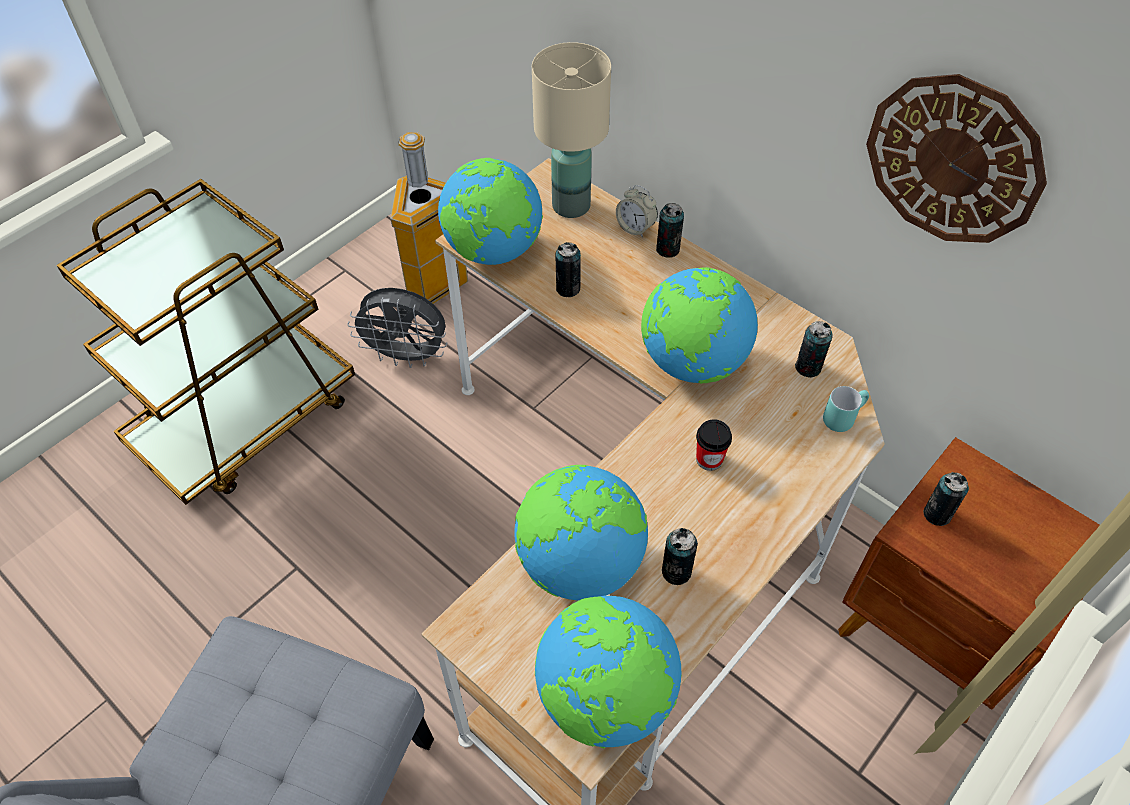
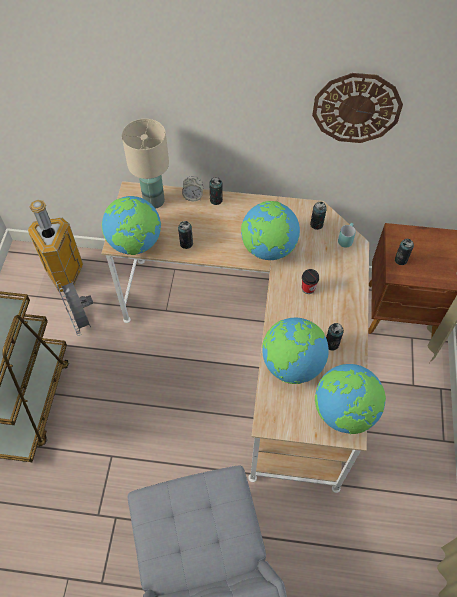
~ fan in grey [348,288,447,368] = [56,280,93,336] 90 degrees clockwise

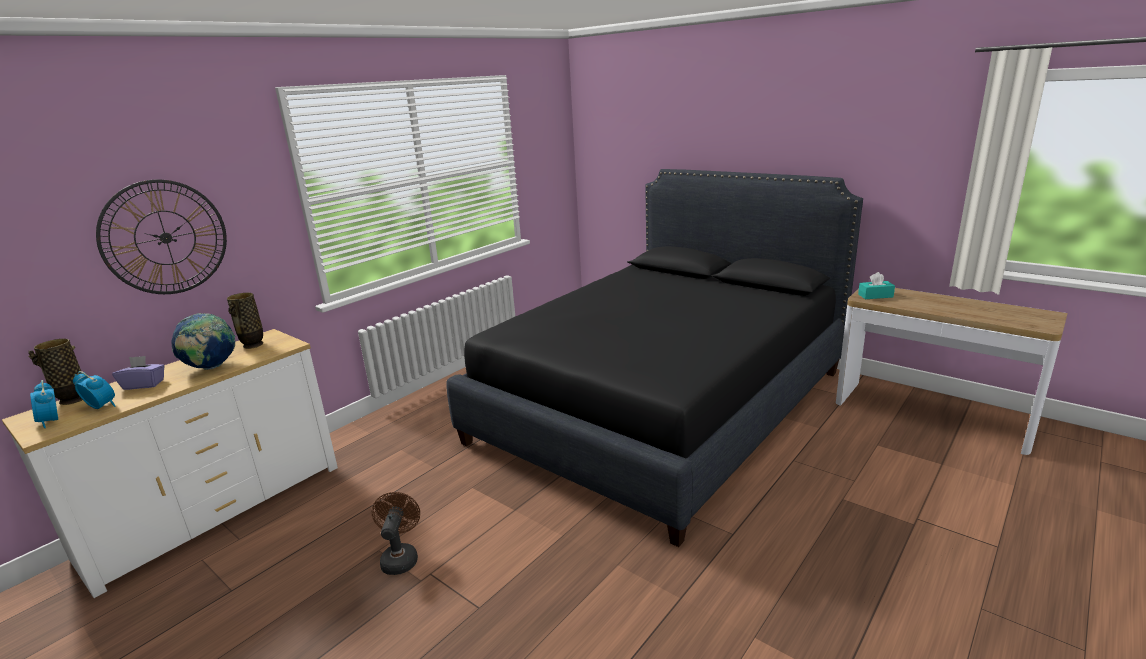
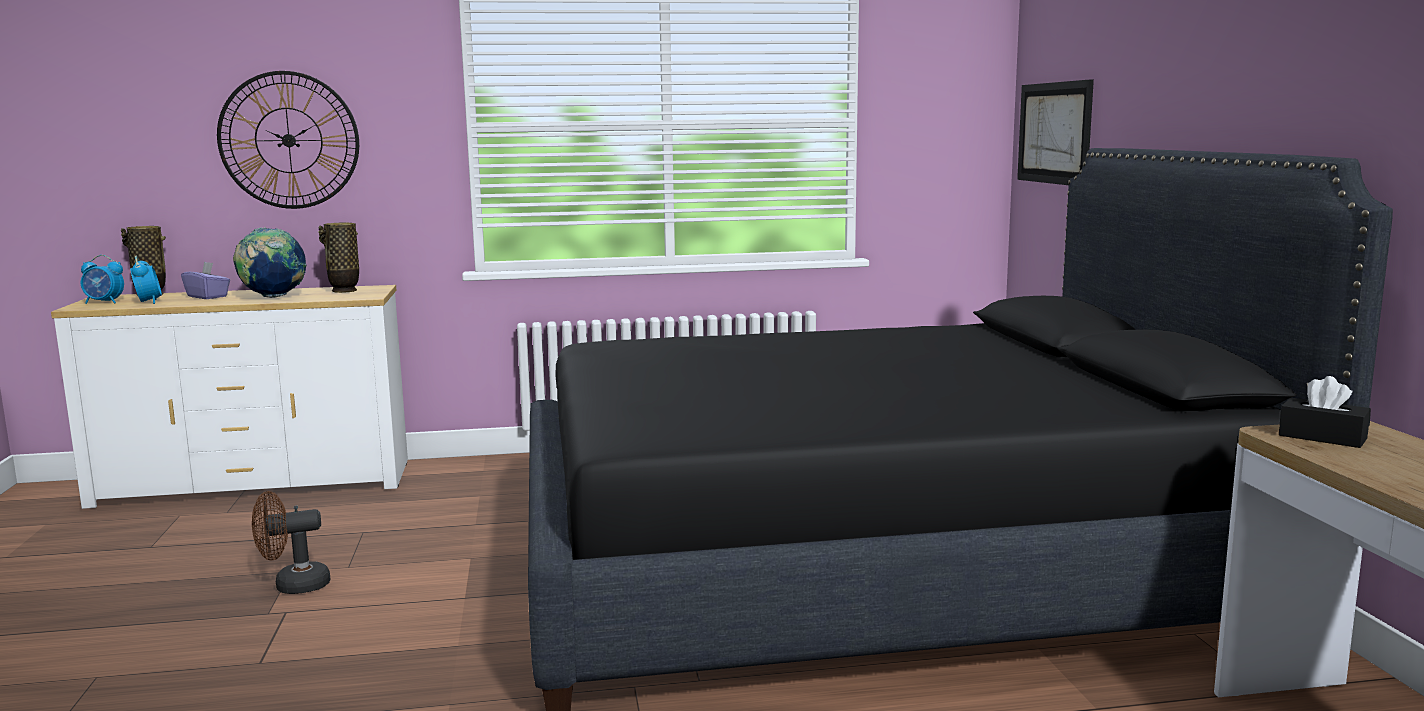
~ tissue box in turquoise [858,272,895,299] to tissue box in black [1279,376,1371,448]
~ alarm clock [30,380,58,428] = [81,255,124,304] 90 degrees counterclockwise
~ fan in brown [372,492,420,575] = [252,491,330,594] 150 degrees counterclockwise
+ picture [1017,79,1094,185]

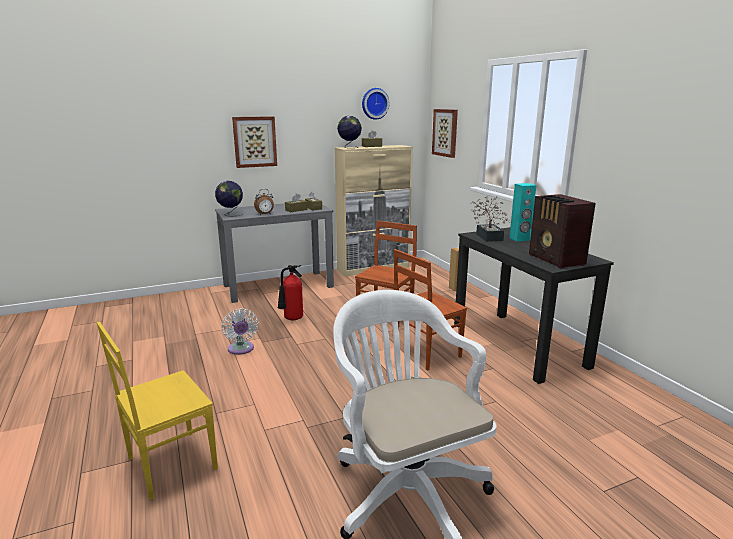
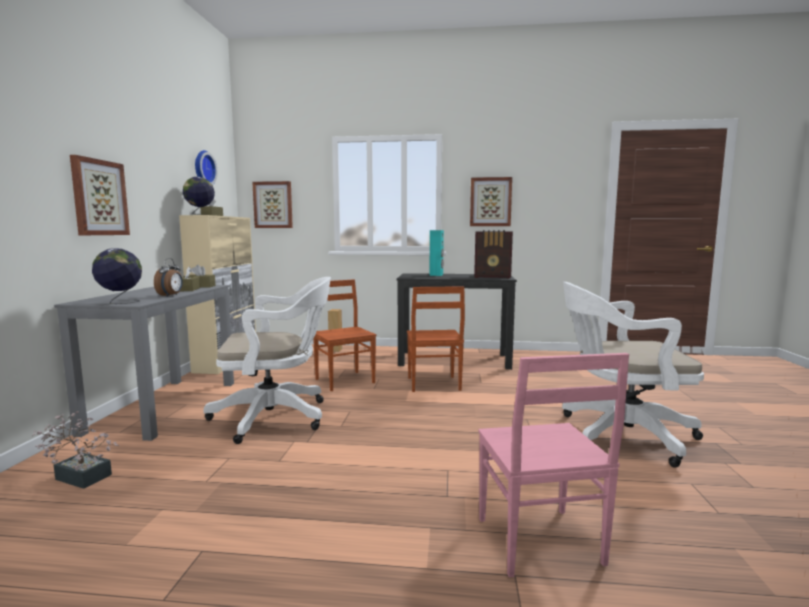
~ potted plant [470,195,511,242] to [32,411,119,489]
~ fire extinguisher [278,265,303,320] to office chair in white [203,277,331,444]
- fan in white [222,308,259,355]
~ chair in yellow [97,322,218,500] to chair in pink [478,353,629,578]
+ picture [470,177,512,226]

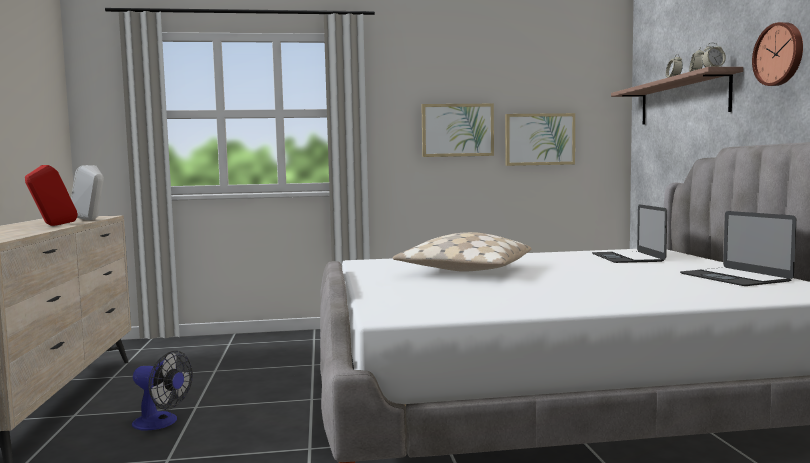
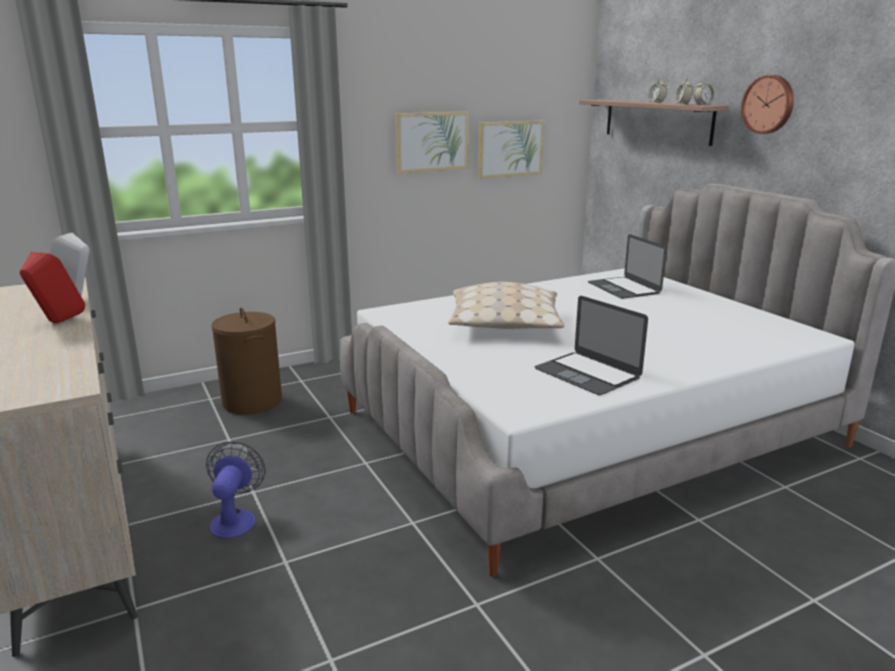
~ laptop [680,211,797,286] to [535,296,648,395]
~ fan [132,350,193,431] = [206,441,265,538] 90 degrees counterclockwise
+ laundry basket in brown [211,307,282,415]

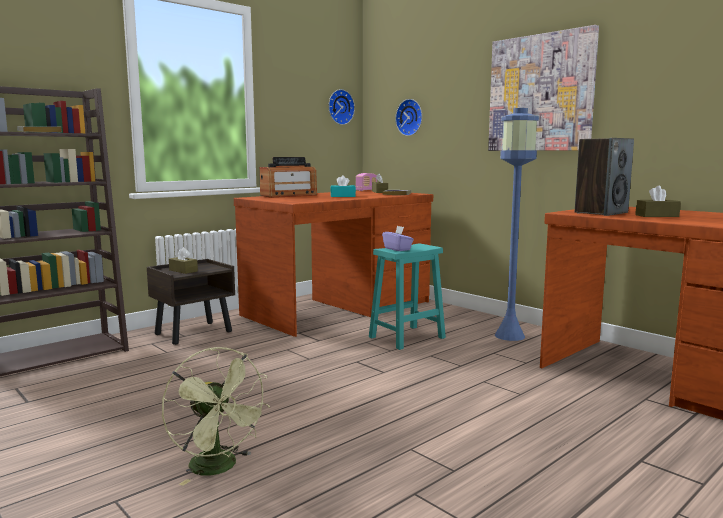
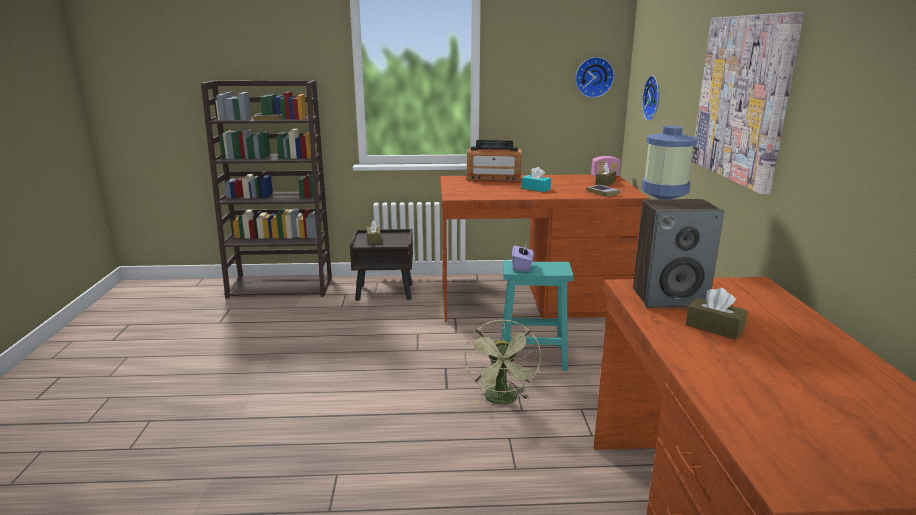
~ fan in green [162,347,271,486] to [465,319,541,405]

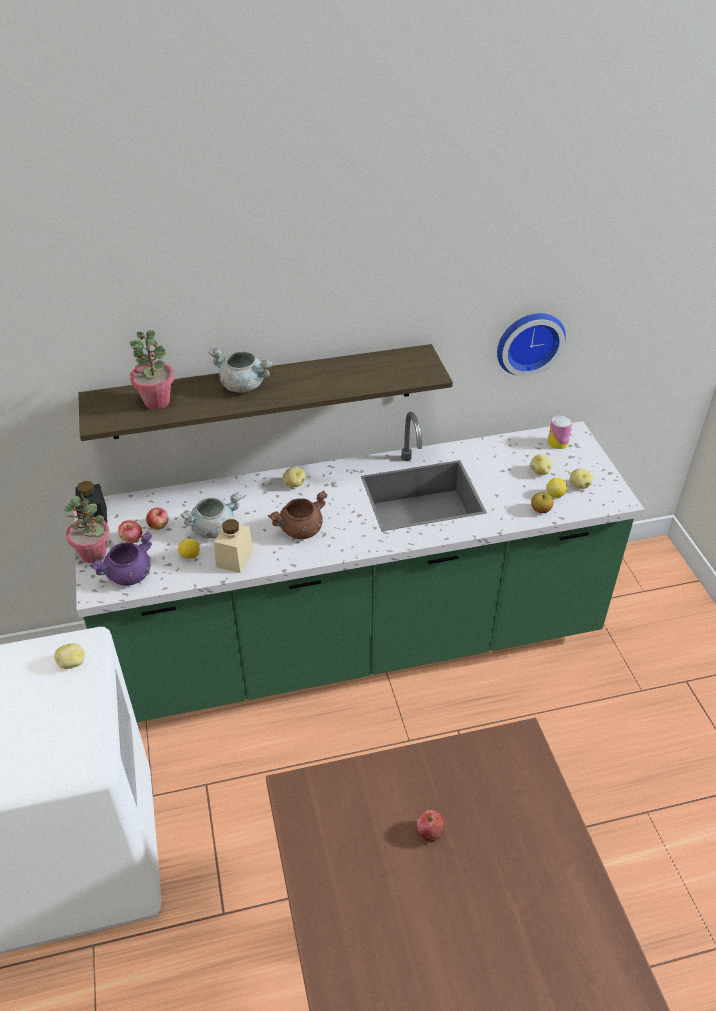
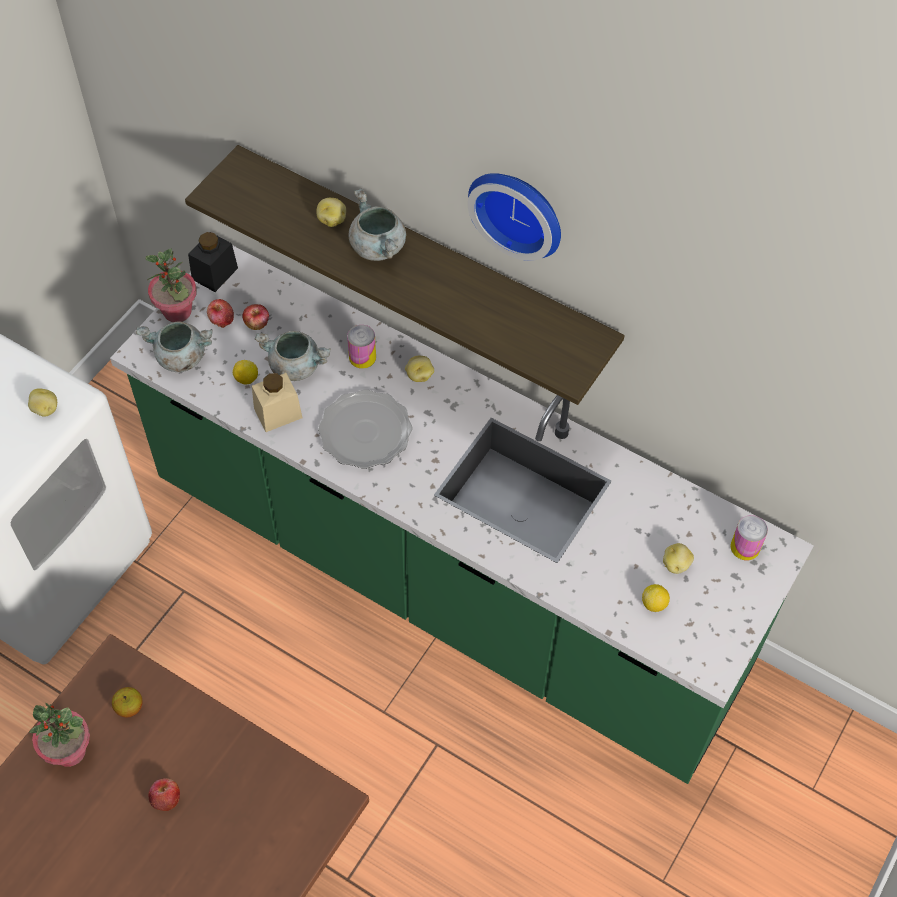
~ wall clock [497,313,566,376] to [468,173,561,261]
~ potted plant [130,330,174,410] to [29,703,90,767]
~ potato [569,468,593,489] to [316,198,346,227]
~ cooking pot in brown [268,490,327,539] to plate [318,389,412,469]
~ apple [531,492,554,513] to [112,687,143,717]
~ cooking pot in purple [90,531,152,586] to cooking pot in grey [136,322,213,372]
+ can [347,325,376,369]

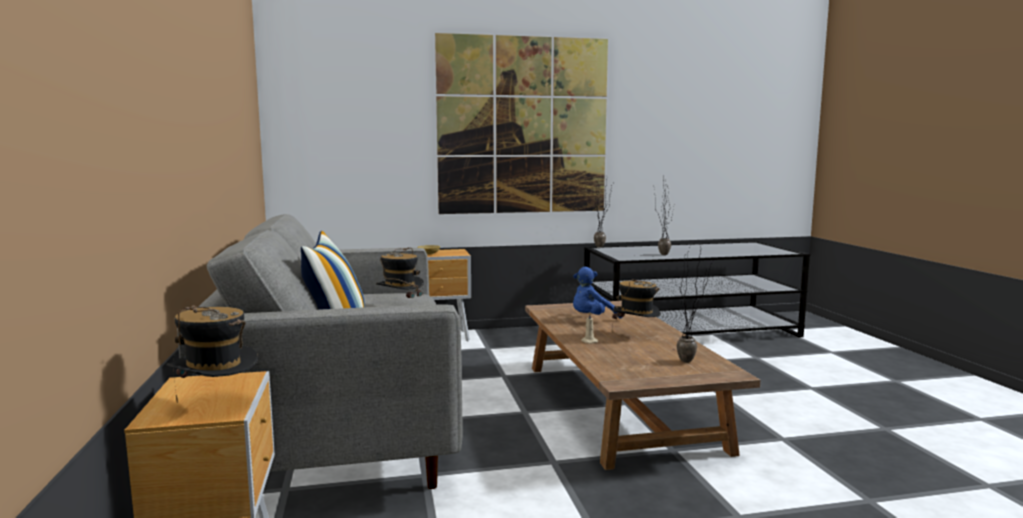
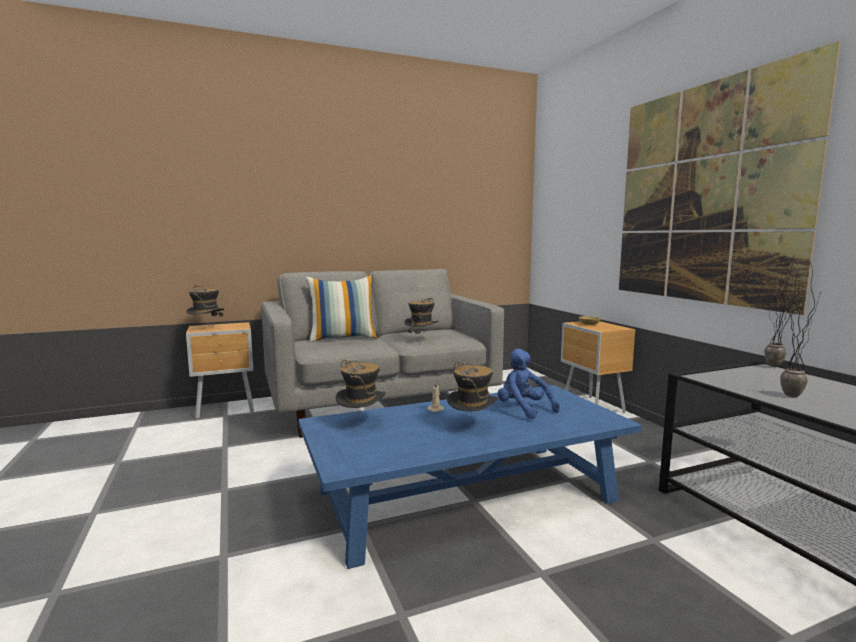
- potted plant [677,242,715,363]
~ coffee table in brown [525,301,761,470] to coffee table in blue [298,385,642,569]
+ hat [336,360,386,415]

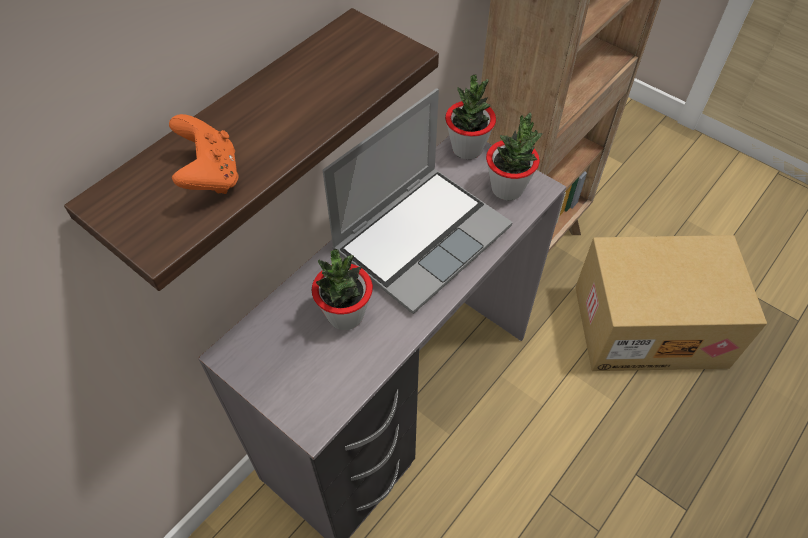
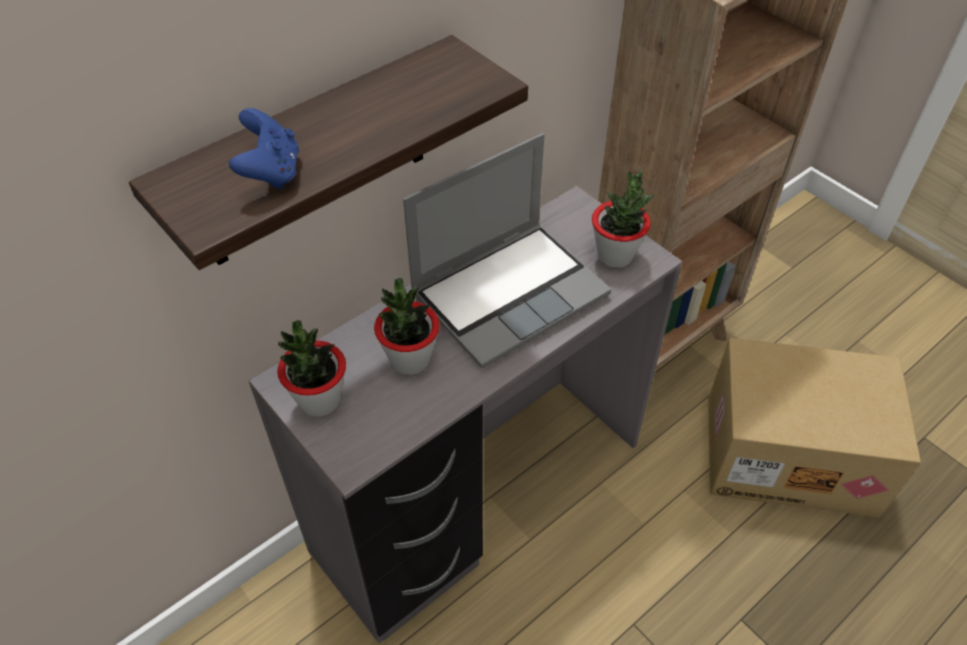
~ potted plant [445,75,496,159] to [277,320,346,417]
~ game controller in orange [169,114,239,194] to game controller in blue [229,108,299,189]

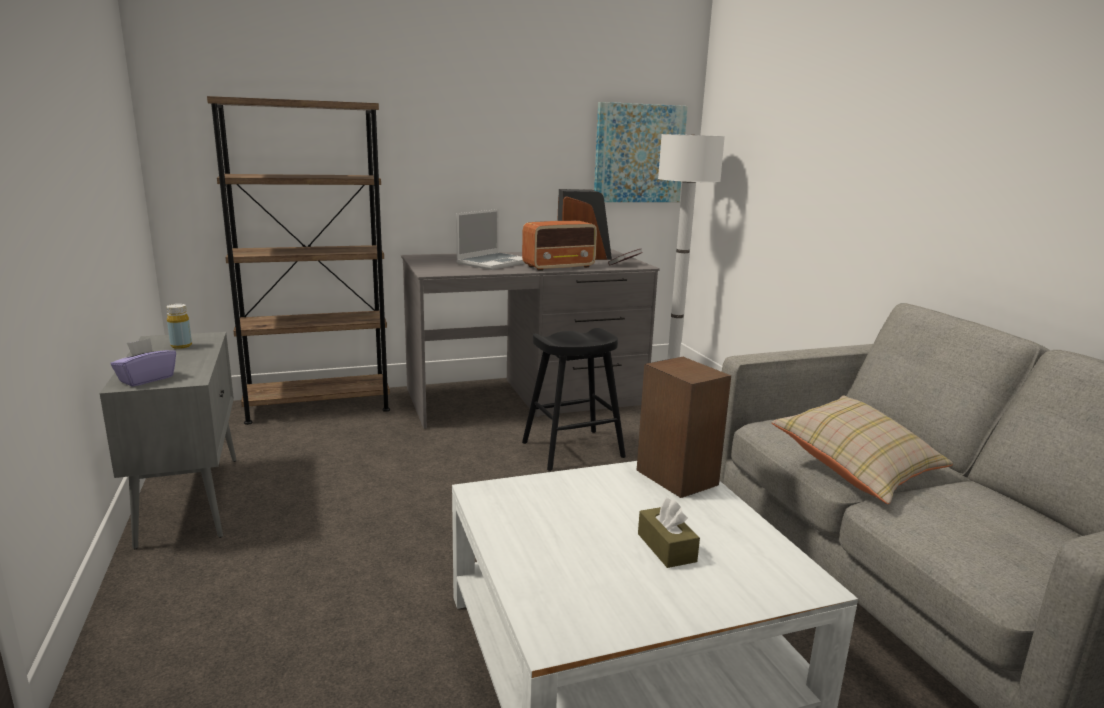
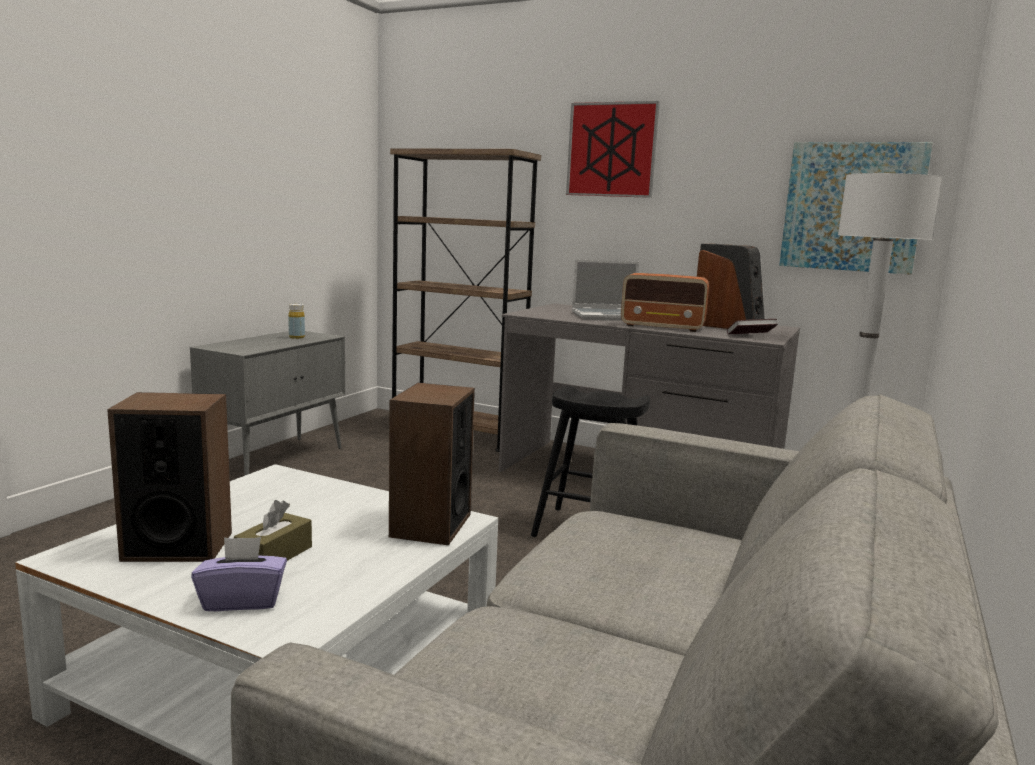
~ tissue box in purple [111,338,176,387] to [191,537,287,611]
- pillow in beige [771,396,954,504]
+ picture [566,101,660,198]
+ speaker [107,392,232,562]

